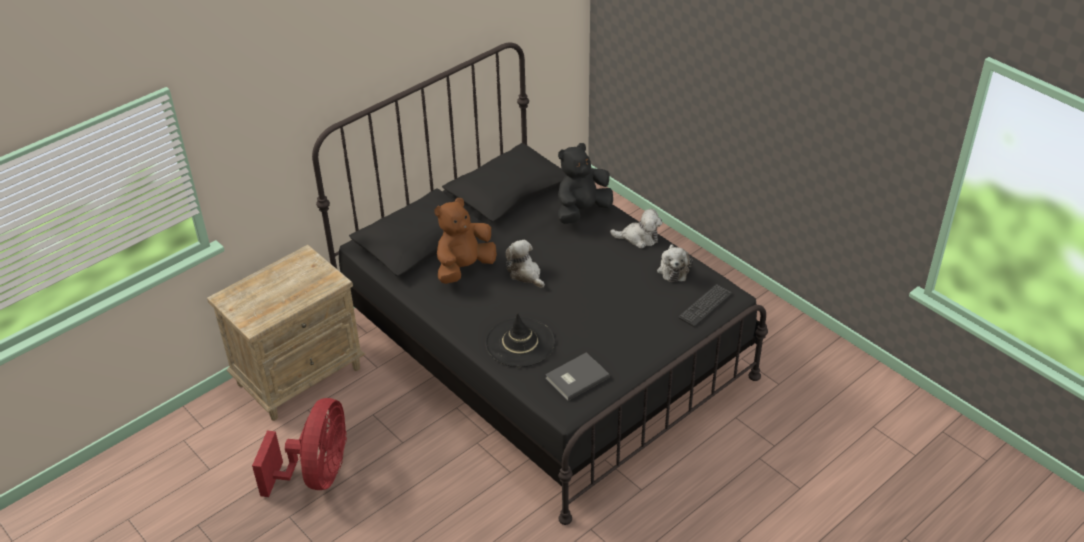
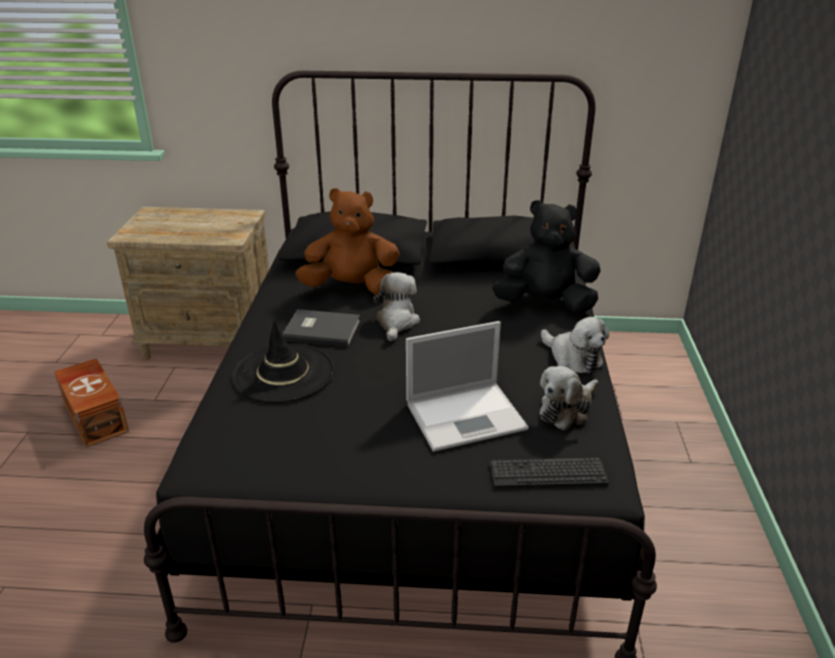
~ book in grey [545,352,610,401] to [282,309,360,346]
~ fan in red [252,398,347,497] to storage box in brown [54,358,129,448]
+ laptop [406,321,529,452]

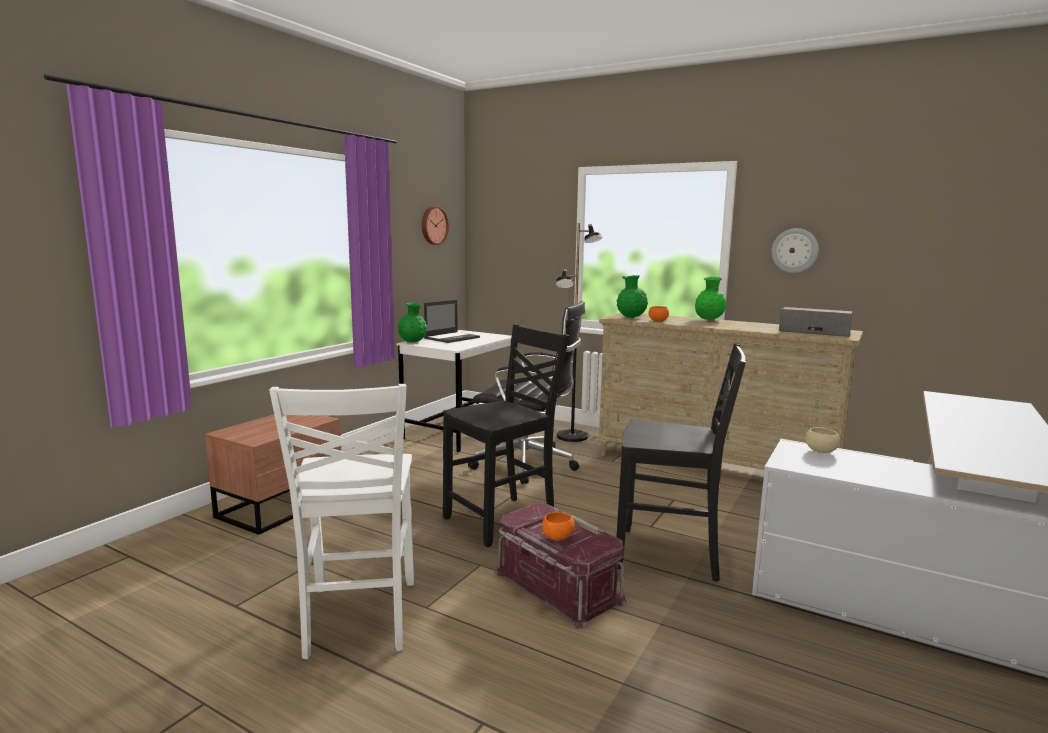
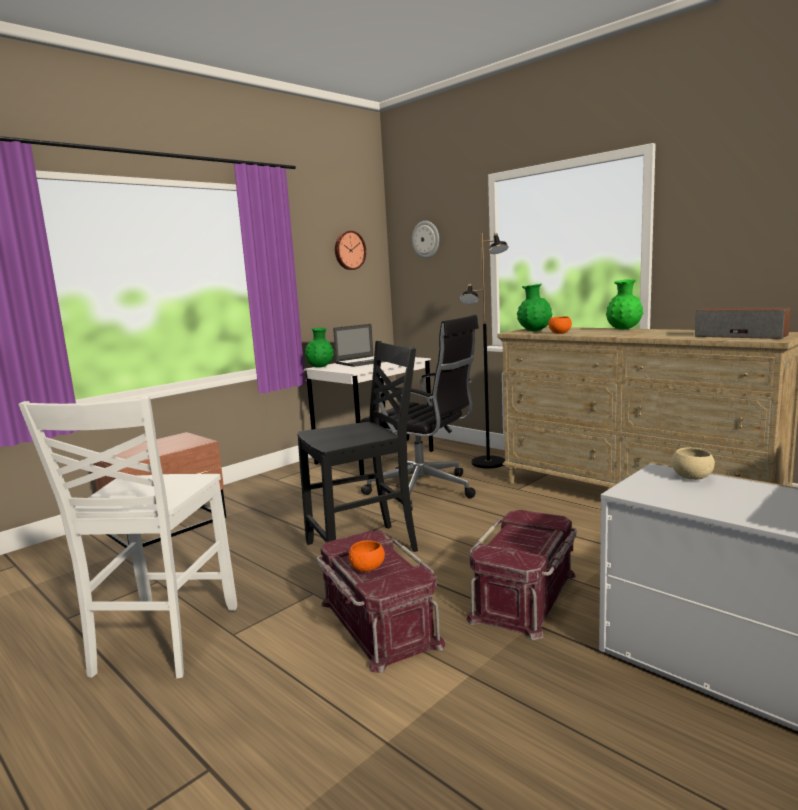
~ wall clock [771,228,819,273] to [412,221,439,258]
~ chair in black [617,344,746,582] to storage box in red [466,510,577,640]

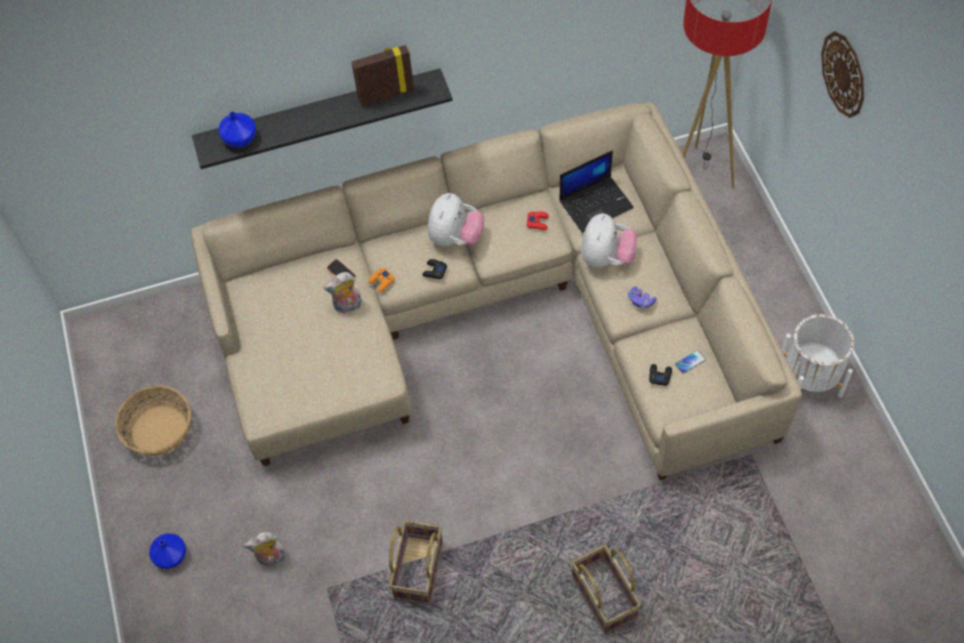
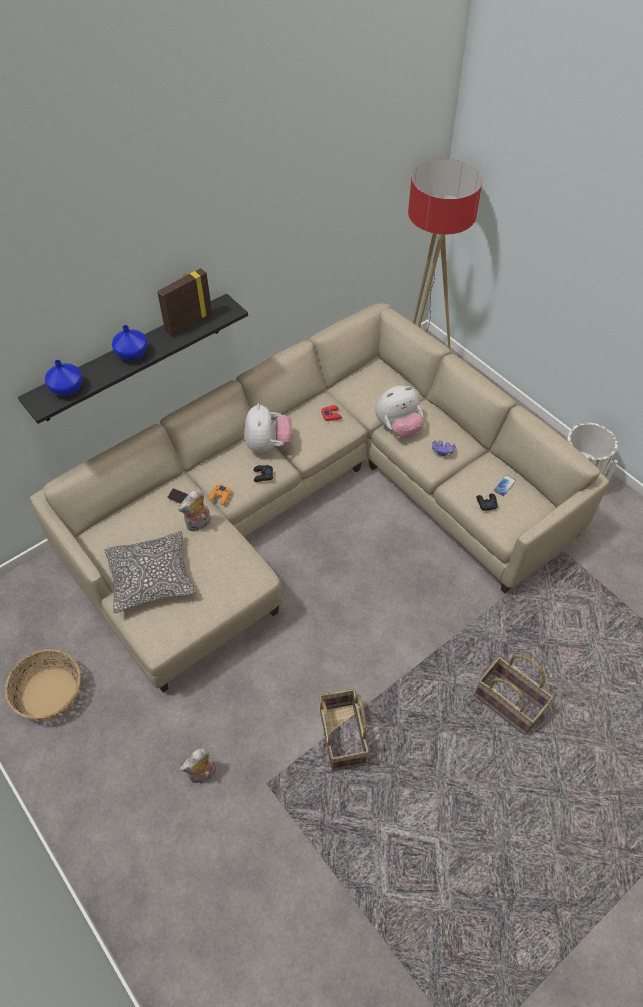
- wall clock [821,31,864,118]
- laptop [559,150,634,233]
~ plush toy [581,213,637,268] = [375,386,424,438] 75 degrees clockwise
~ vase in blue [149,533,186,569] to [112,325,148,361]
+ pillow [104,531,196,613]

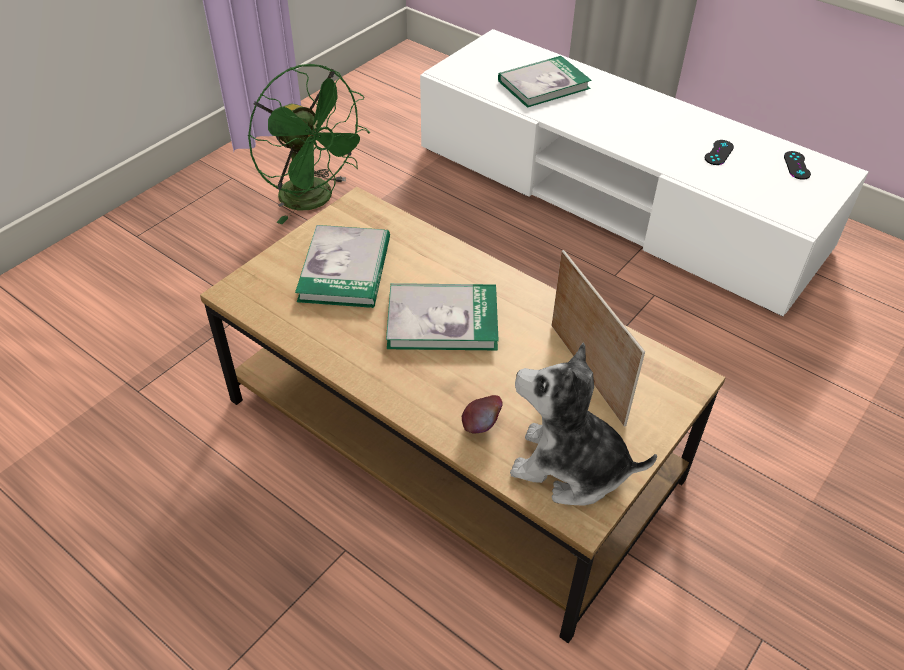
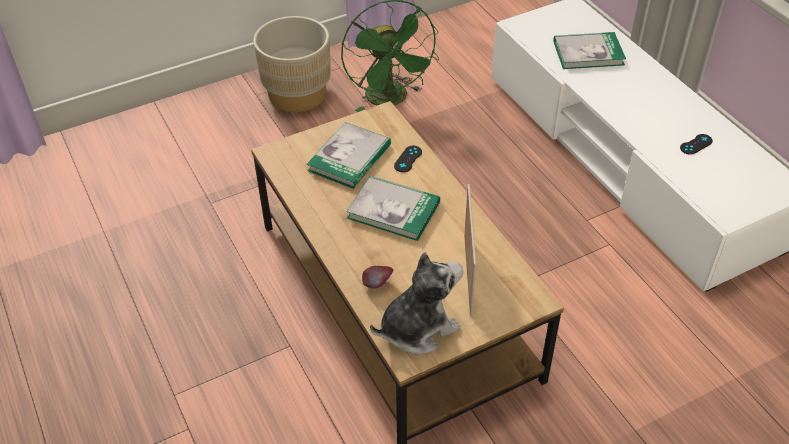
~ game controller in black [784,151,811,180] to [394,146,422,172]
~ plush toy [510,342,657,505] = [370,252,463,354] 105 degrees clockwise
+ planter in beige [253,16,331,112]

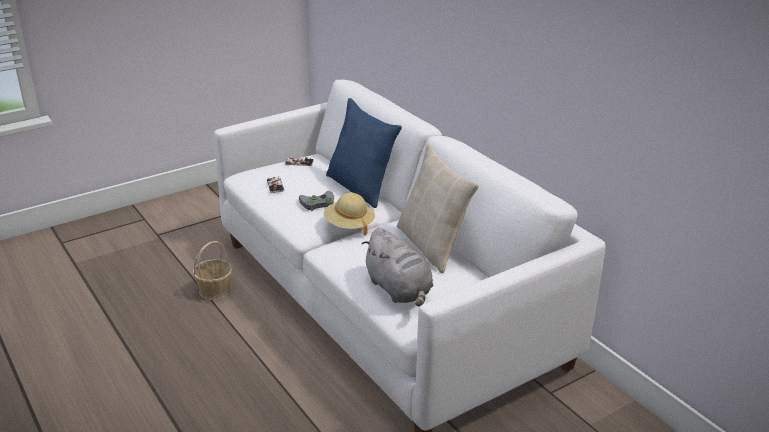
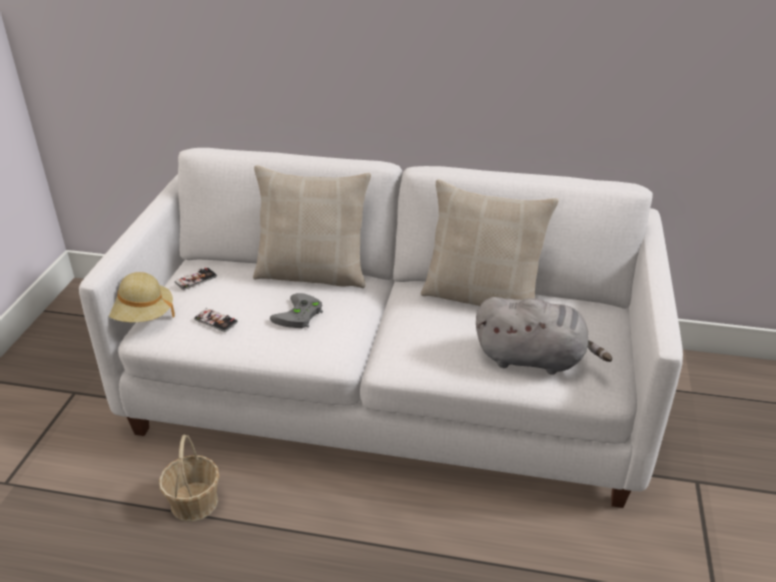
~ pillow in blue [326,98,402,208] to pillow in beige [253,165,371,288]
~ hat in beige [323,193,375,236] to [109,272,175,322]

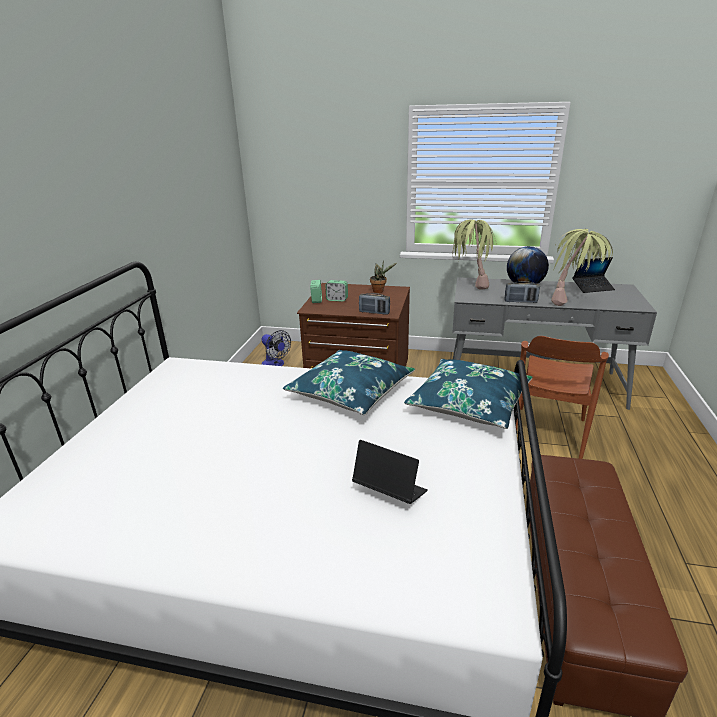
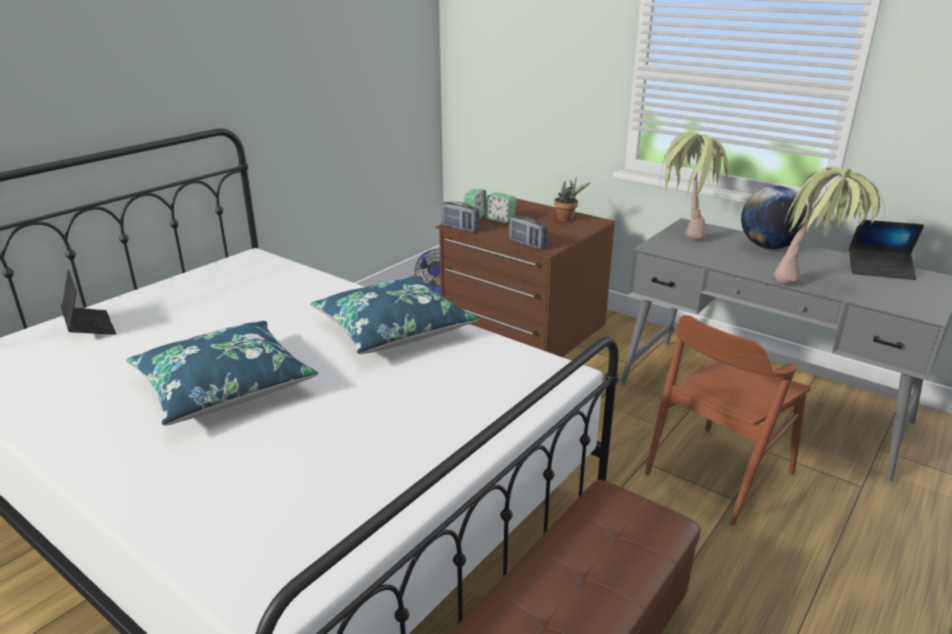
~ radio [505,281,540,303] to [441,202,480,232]
~ pillow in blue [404,359,532,429] to [127,321,318,426]
~ laptop [352,440,428,504] to [61,269,116,335]

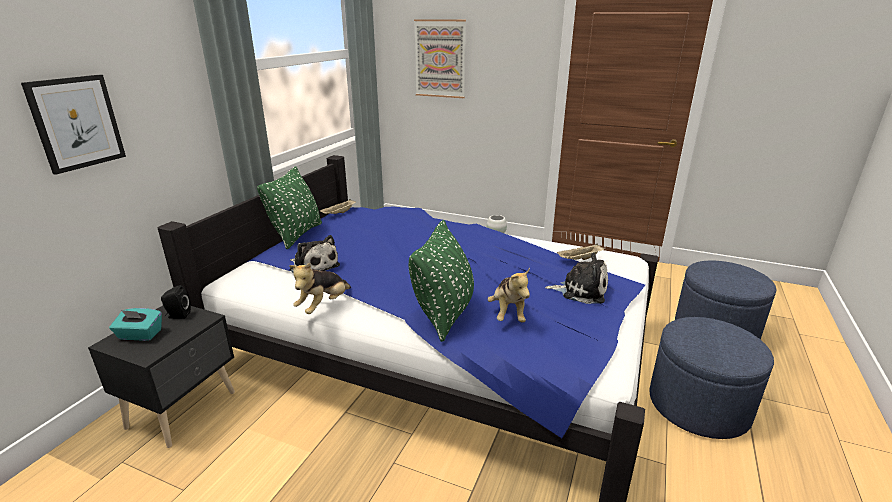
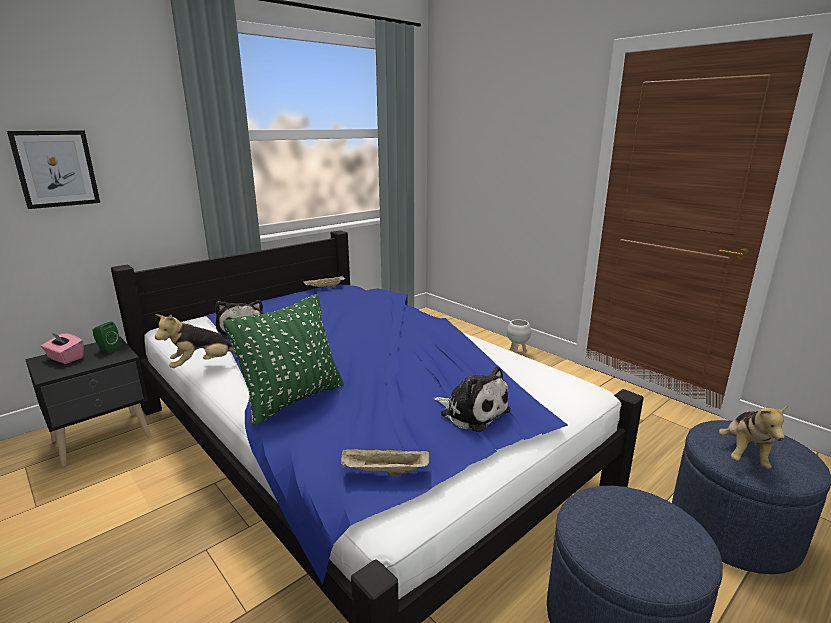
- picture [414,19,466,98]
- pillow in green [257,166,322,249]
~ tray in beige [557,243,604,260] to [341,448,429,475]
~ plush toy [488,268,530,322] to [719,405,788,469]
~ speaker in black [161,285,191,319] to speaker in green [93,321,121,353]
~ tissue box in turquoise [109,308,162,341] to tissue box in pink [41,332,84,364]

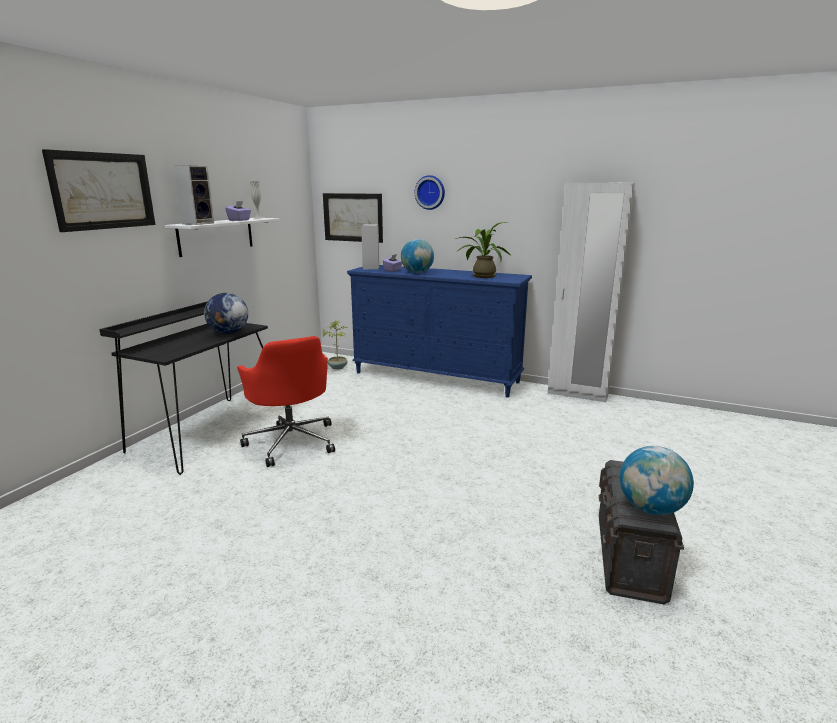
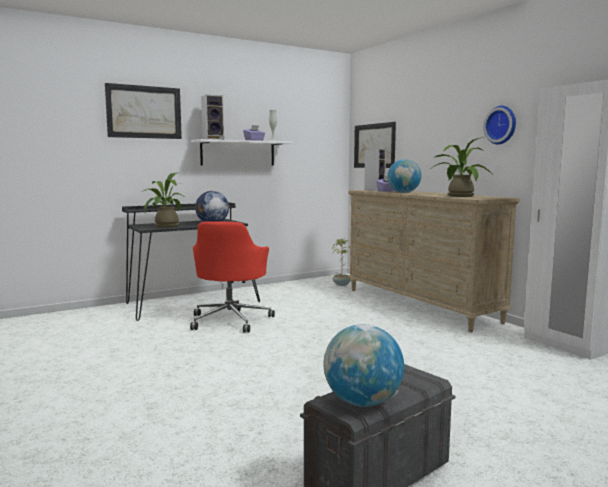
~ wall clock [415,175,445,210] to [483,106,516,144]
~ dresser in blue [347,265,532,398] to dresser in beige [348,190,520,332]
+ potted plant [142,172,186,228]

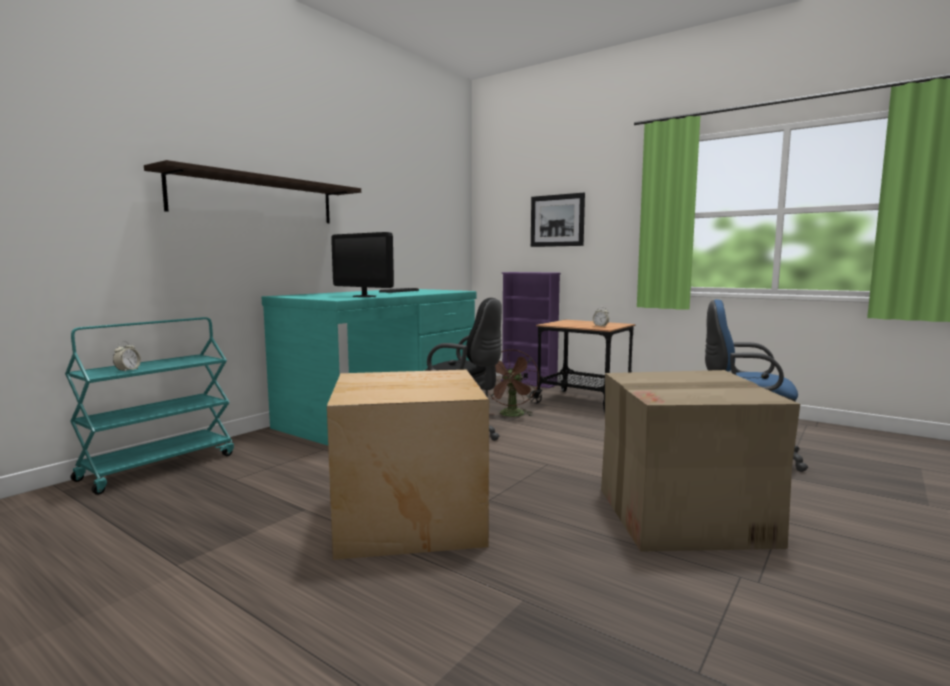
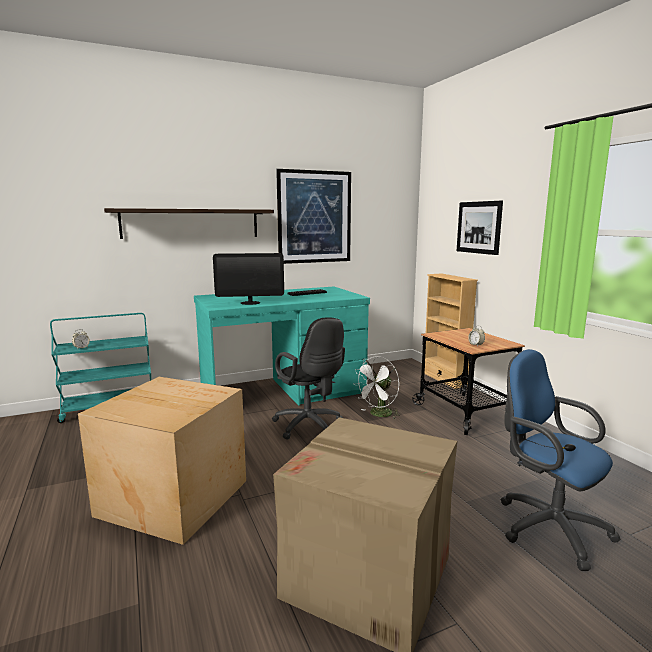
~ monitor [331,232,394,297] = [213,253,284,305] 75 degrees counterclockwise
~ bookcase in purple [501,272,561,388] to bookcase in beige [424,273,478,389]
~ fan in brown [488,349,539,417] to fan in white [353,356,400,419]
+ picture [276,169,351,264]

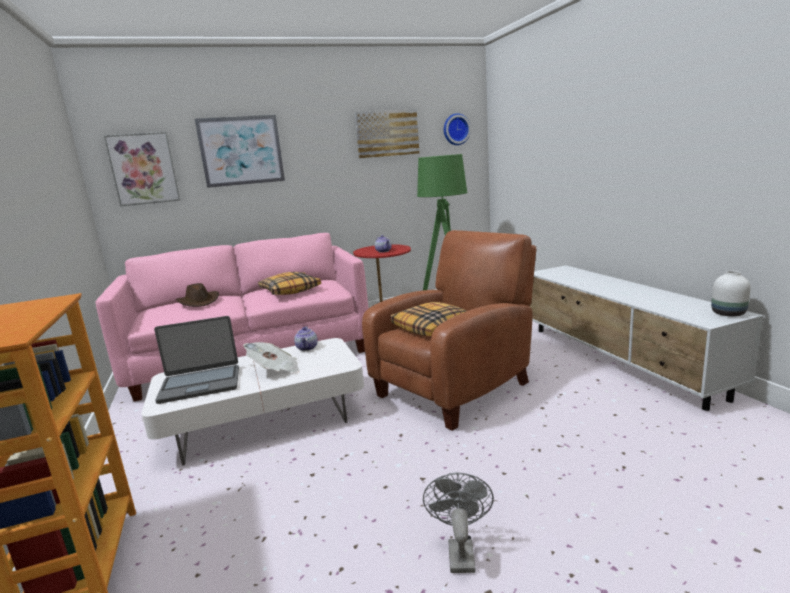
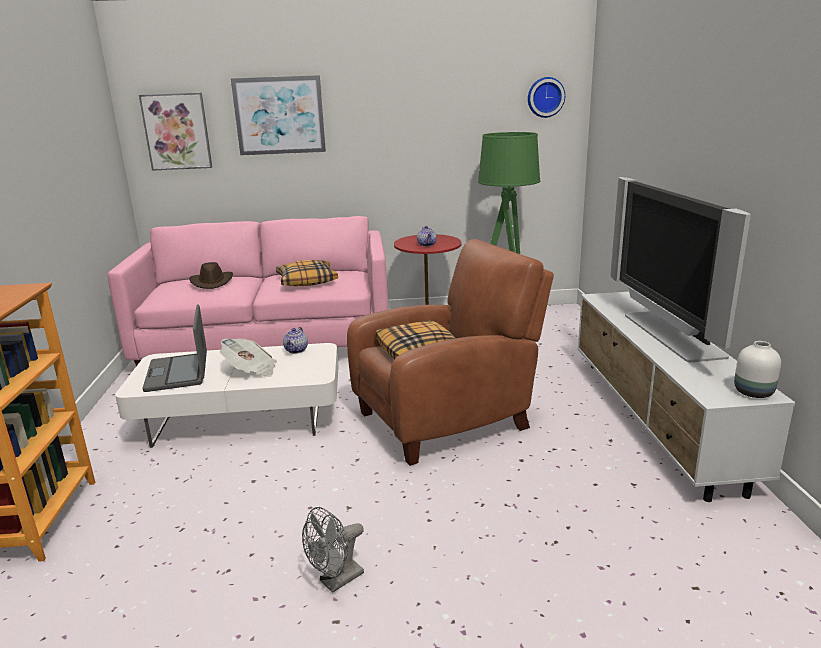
- picture [355,109,420,158]
~ laptop [154,316,239,404] = [143,304,207,392] 75 degrees clockwise
~ fan in grey [423,472,494,573] = [302,507,364,593] 150 degrees counterclockwise
+ television [610,177,751,362]

